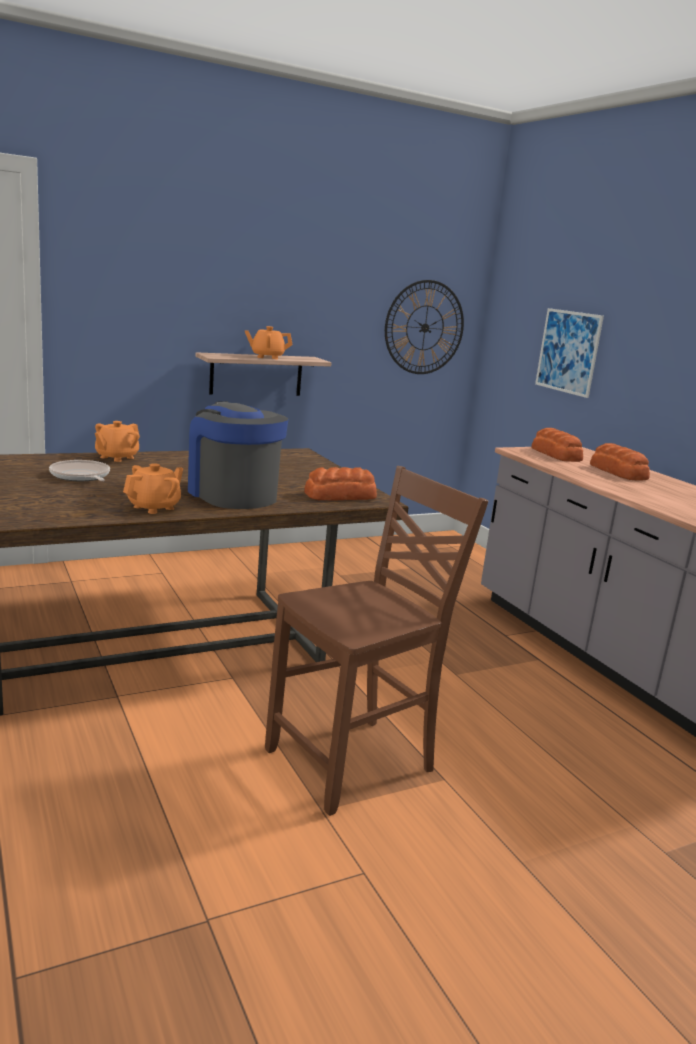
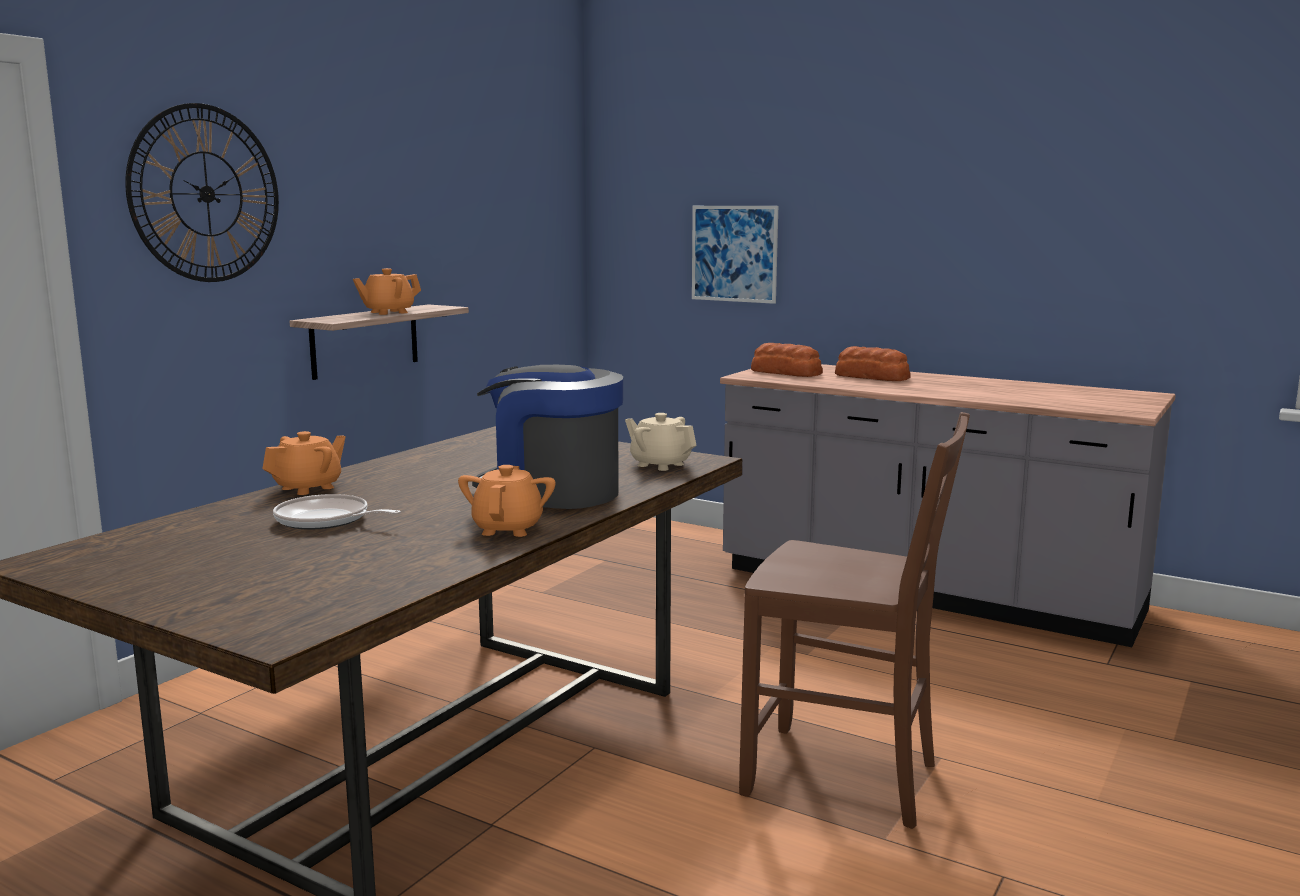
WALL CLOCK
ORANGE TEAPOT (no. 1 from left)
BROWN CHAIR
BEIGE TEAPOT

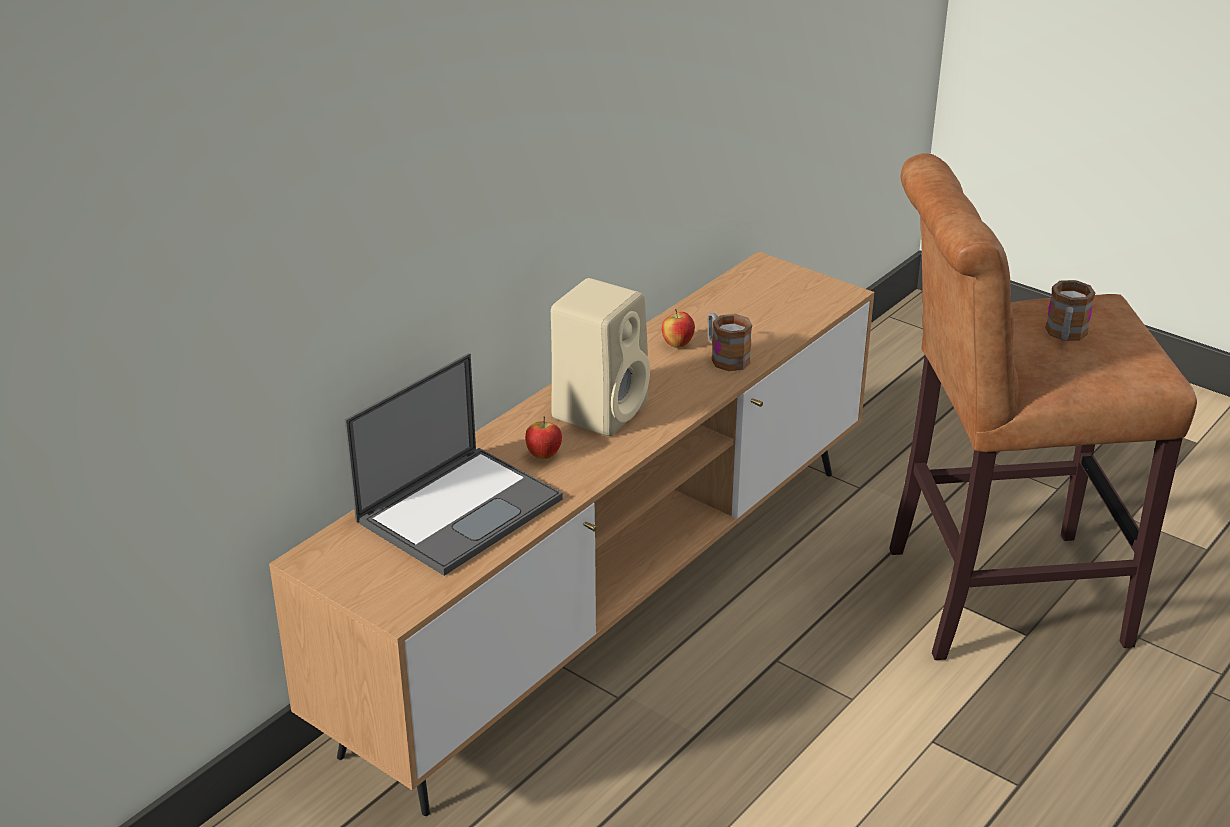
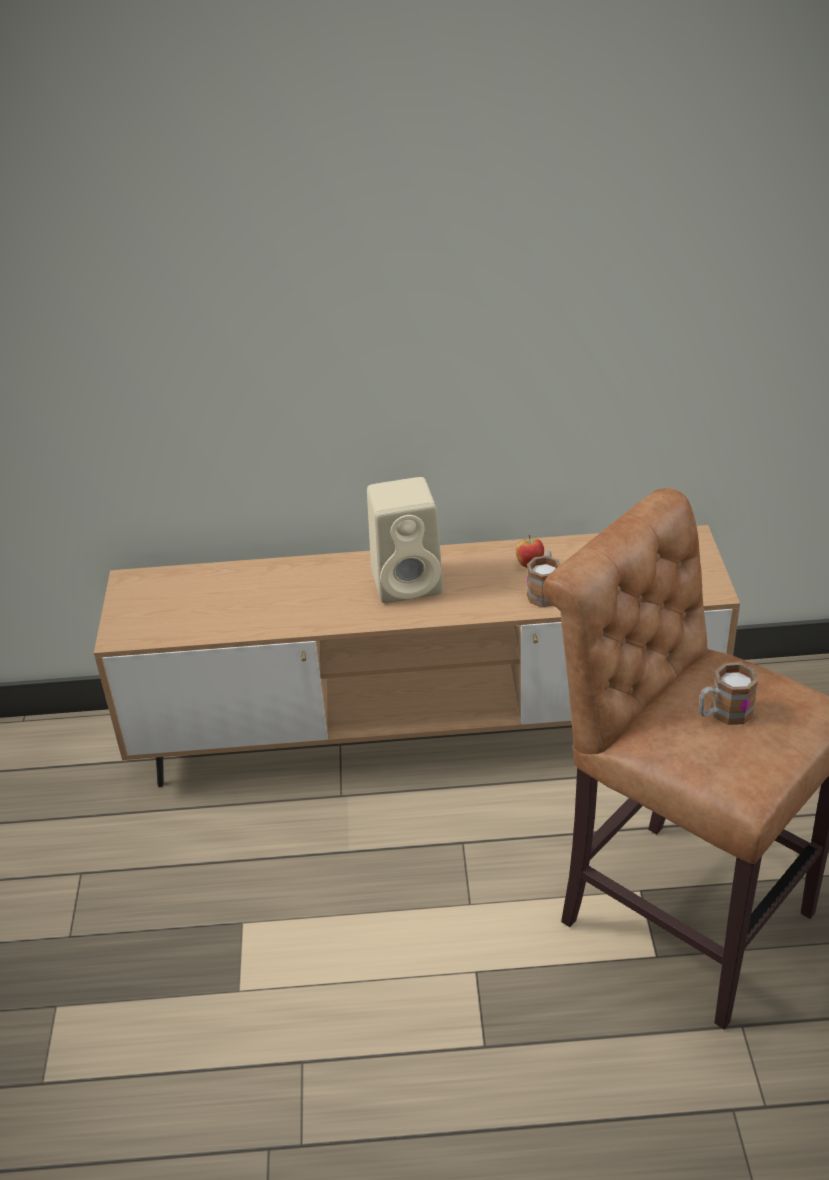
LAPTOP
APPLE (no. 1 from left in the first image)

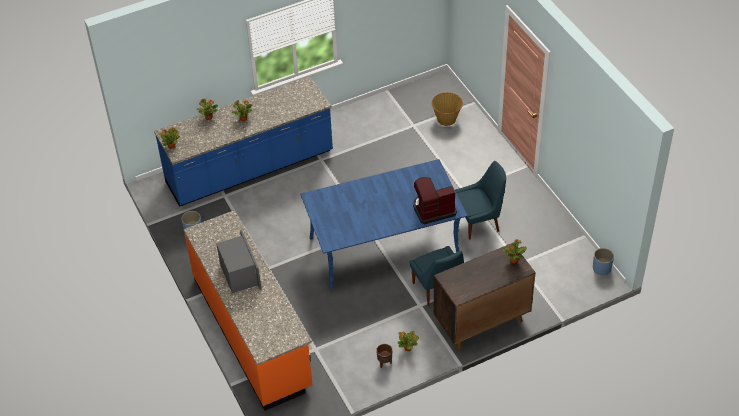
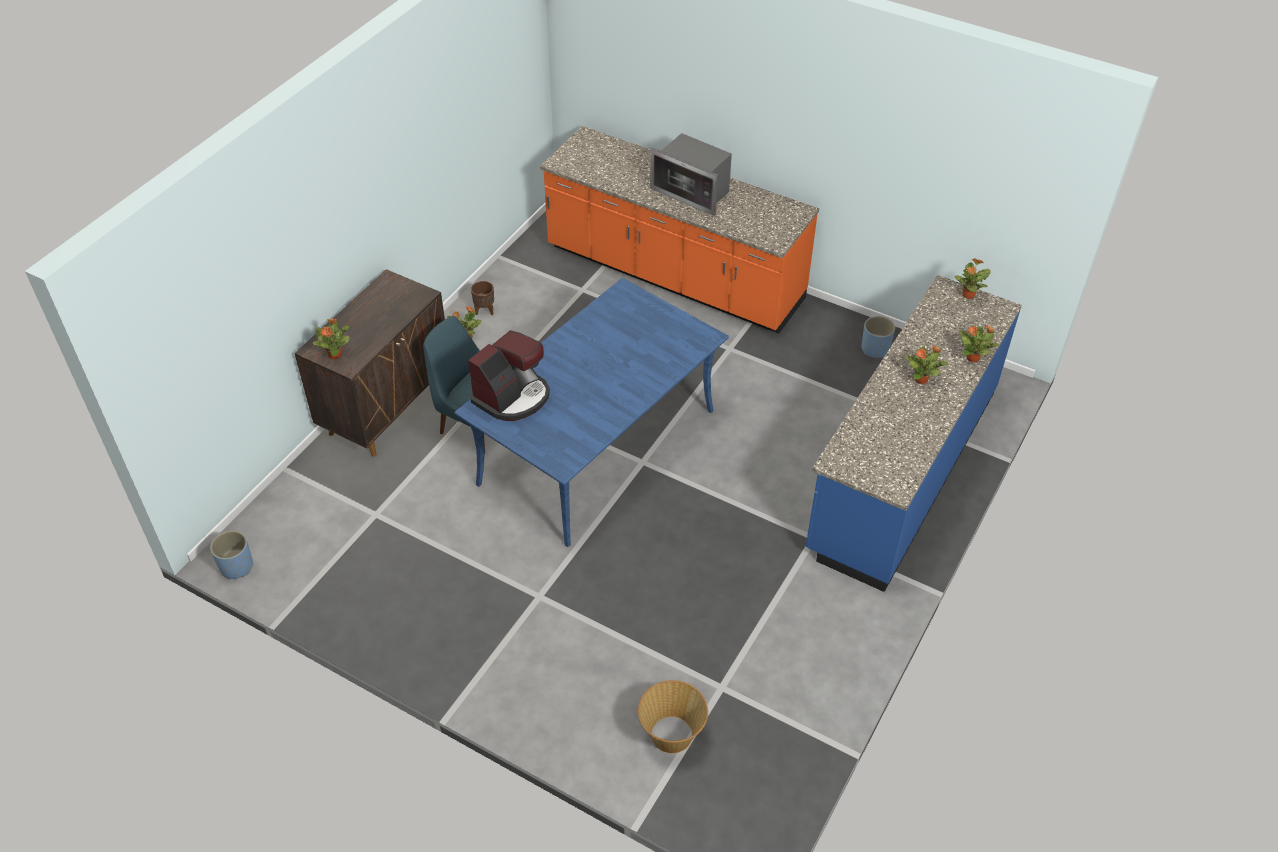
BLUE CHAIR (no. 2 from left in the first image)

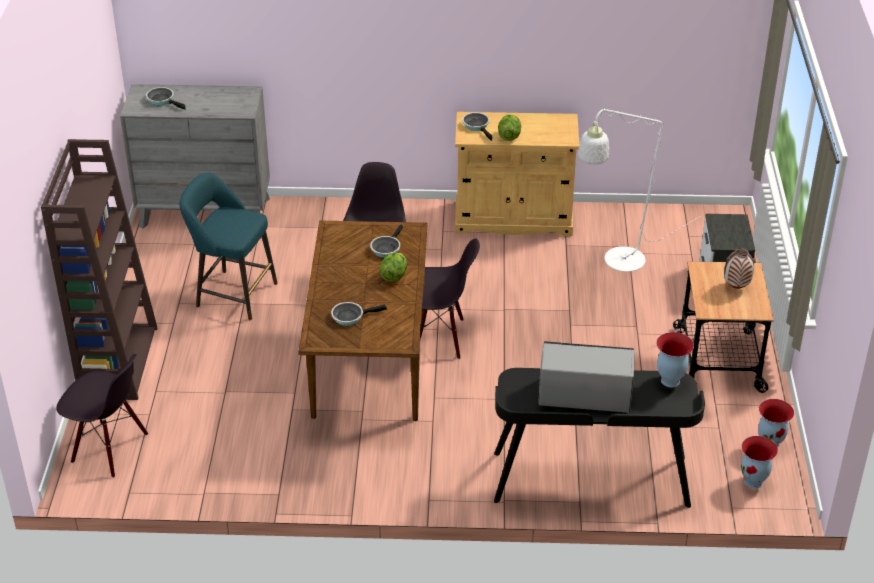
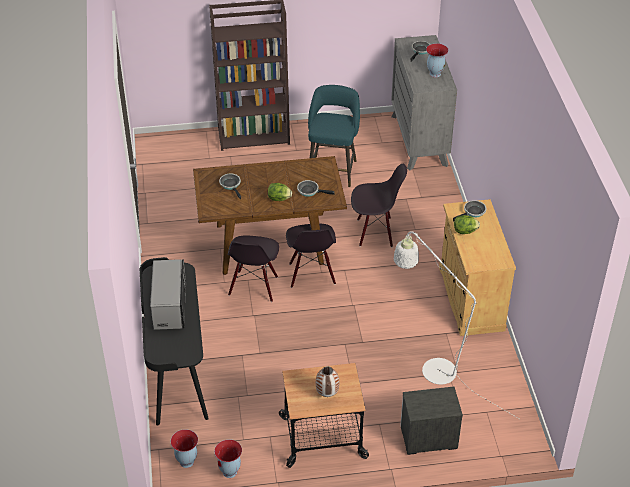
VASE (no. 4 from left)
BLACK CHAIR (no. 1 from left)

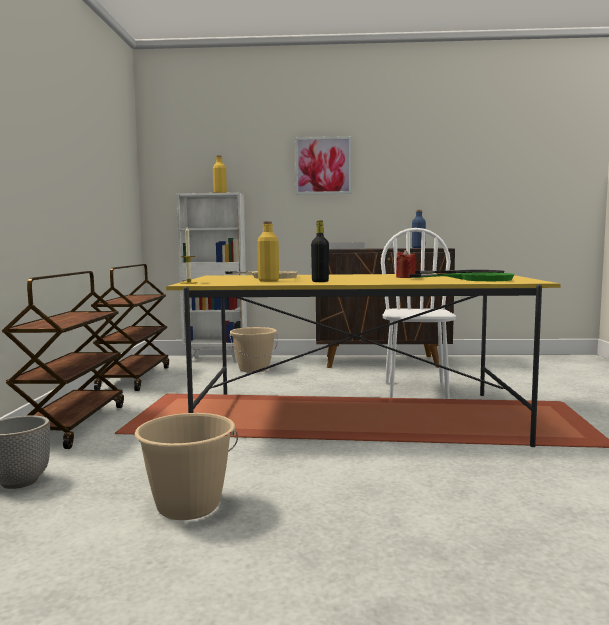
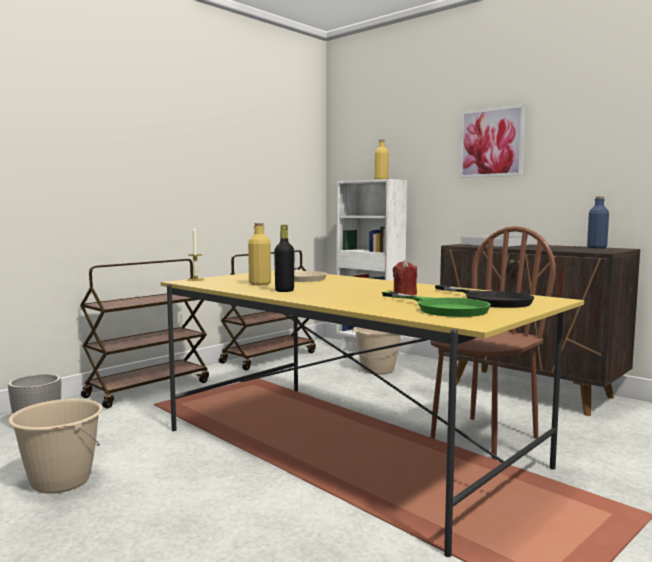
BROWN CHAIR

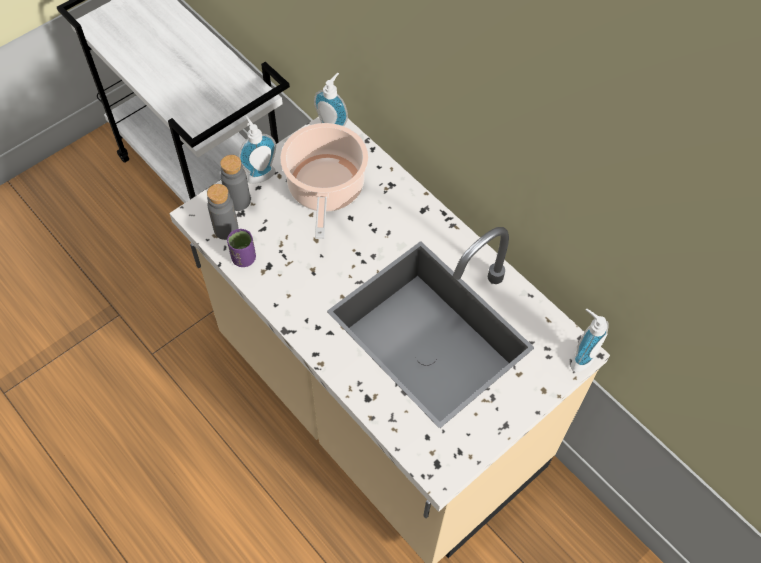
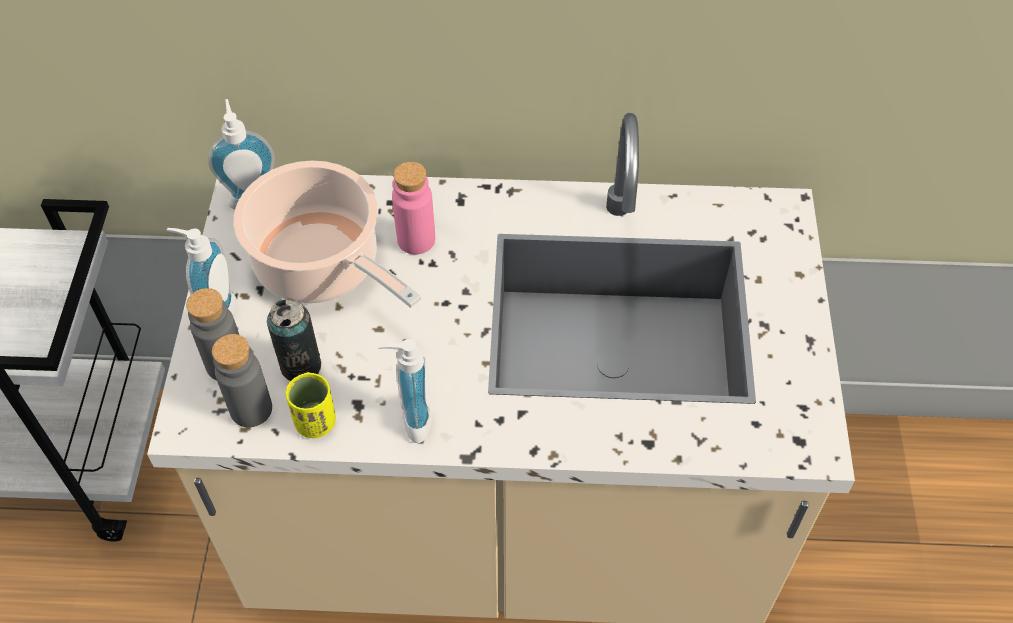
YELLOW CUP
SOAP DISPENSER (no. 3 from left)
PINK BOTTLE
CAN

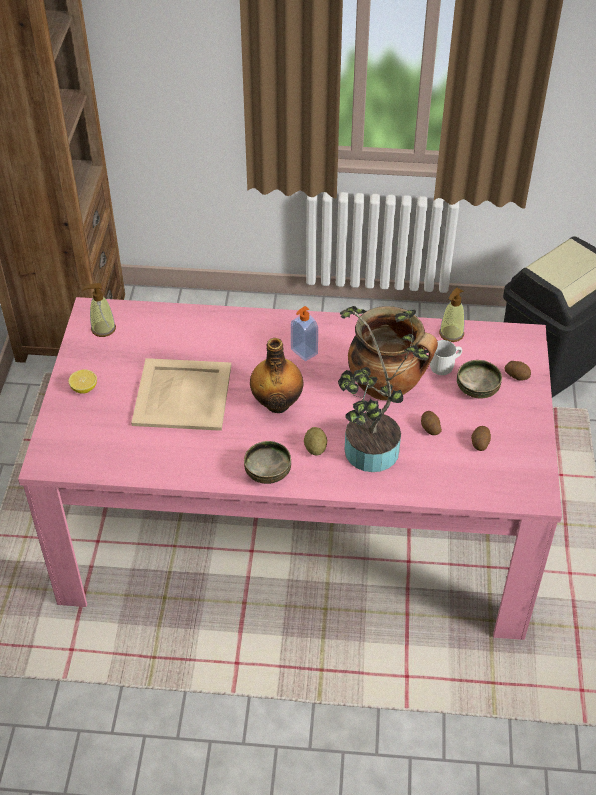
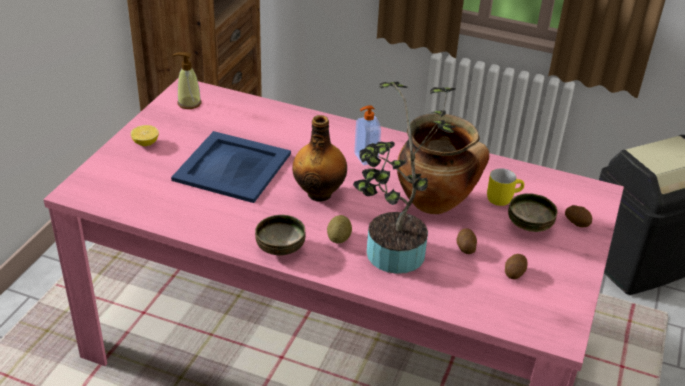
SOAP DISPENSER (no. 3 from left in the first image)
YELLOW MUG
BLUE TRAY

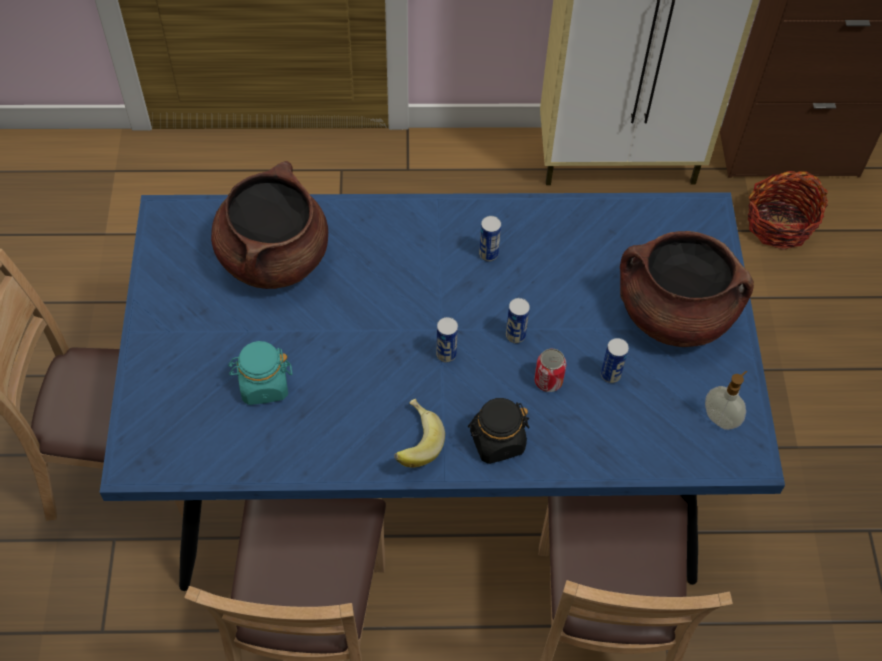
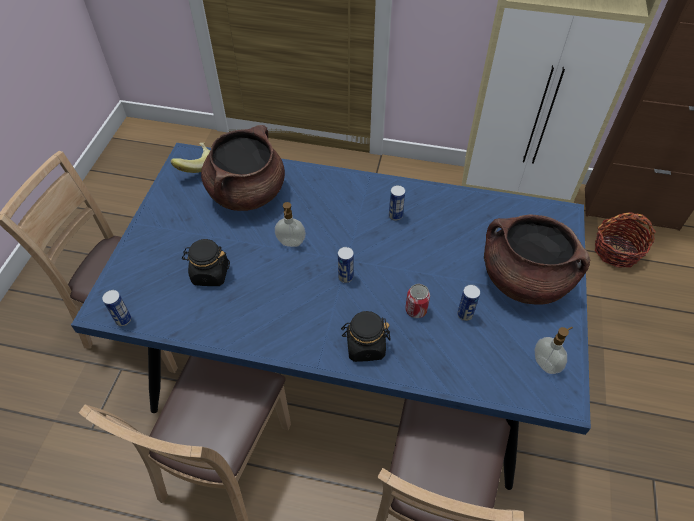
CAN (no. 1 from left)
BLACK JAR (no. 1 from left)
BANANA
SOAP DISPENSER (no. 1 from left)

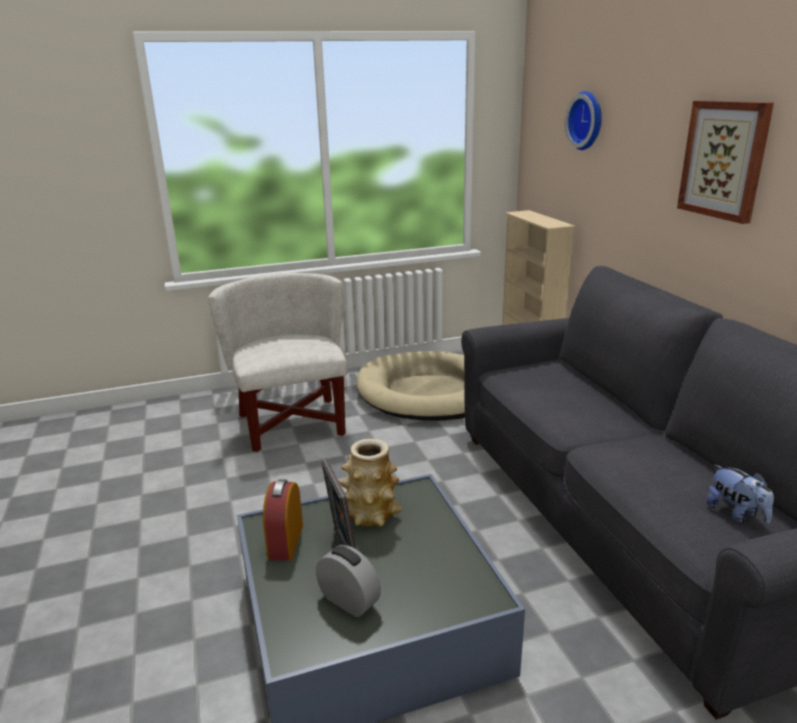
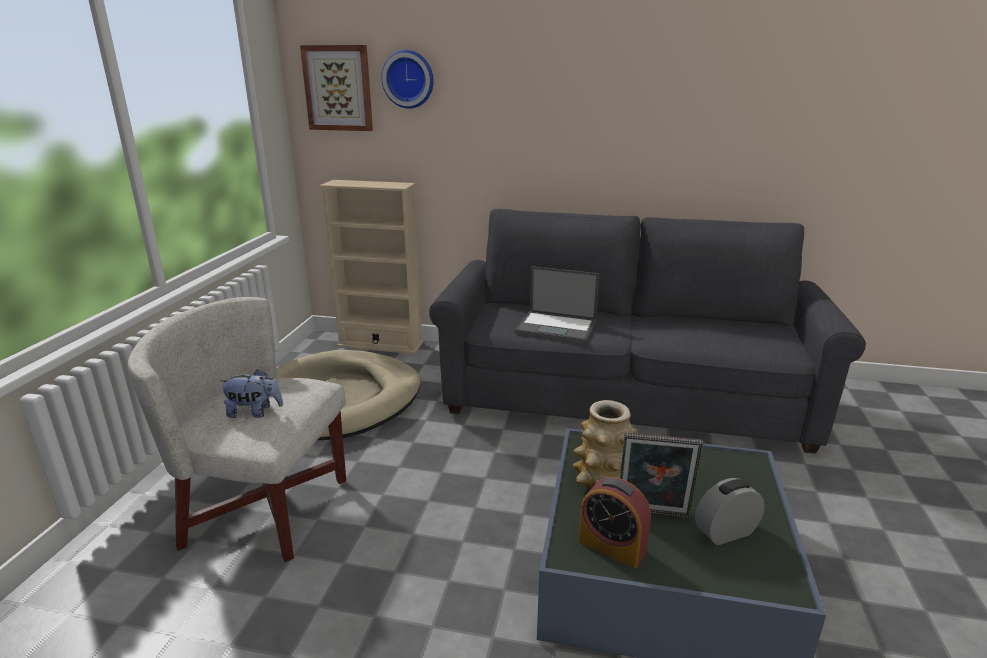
PICTURE
PLUSH TOY
LAPTOP

